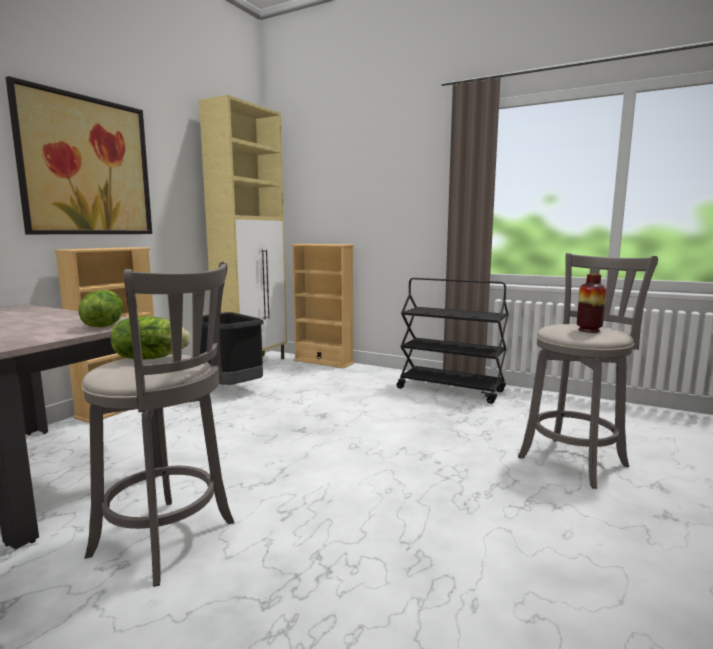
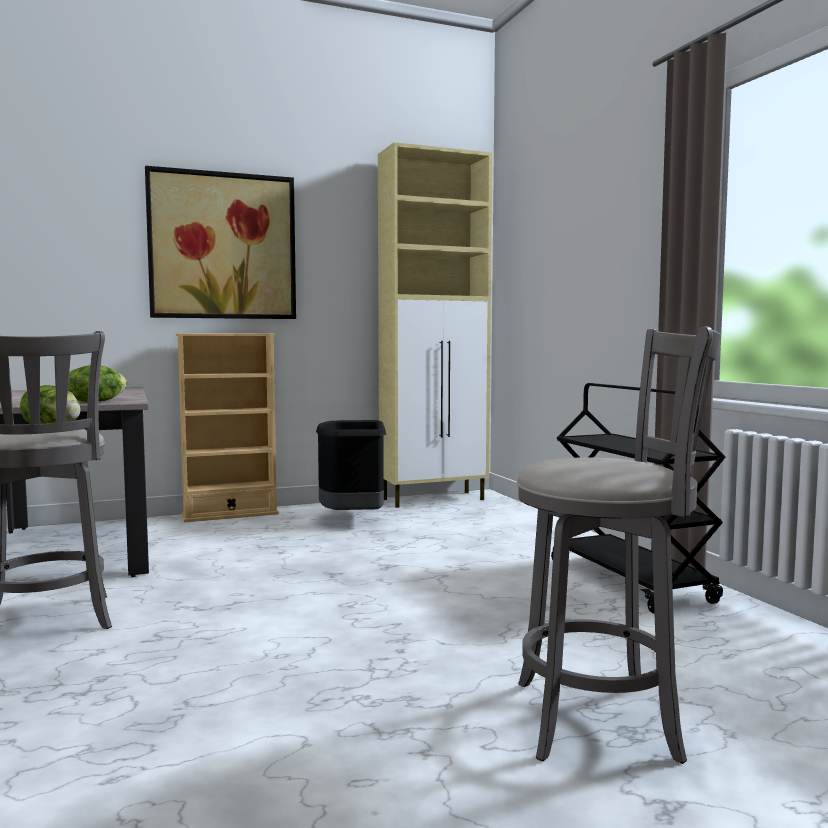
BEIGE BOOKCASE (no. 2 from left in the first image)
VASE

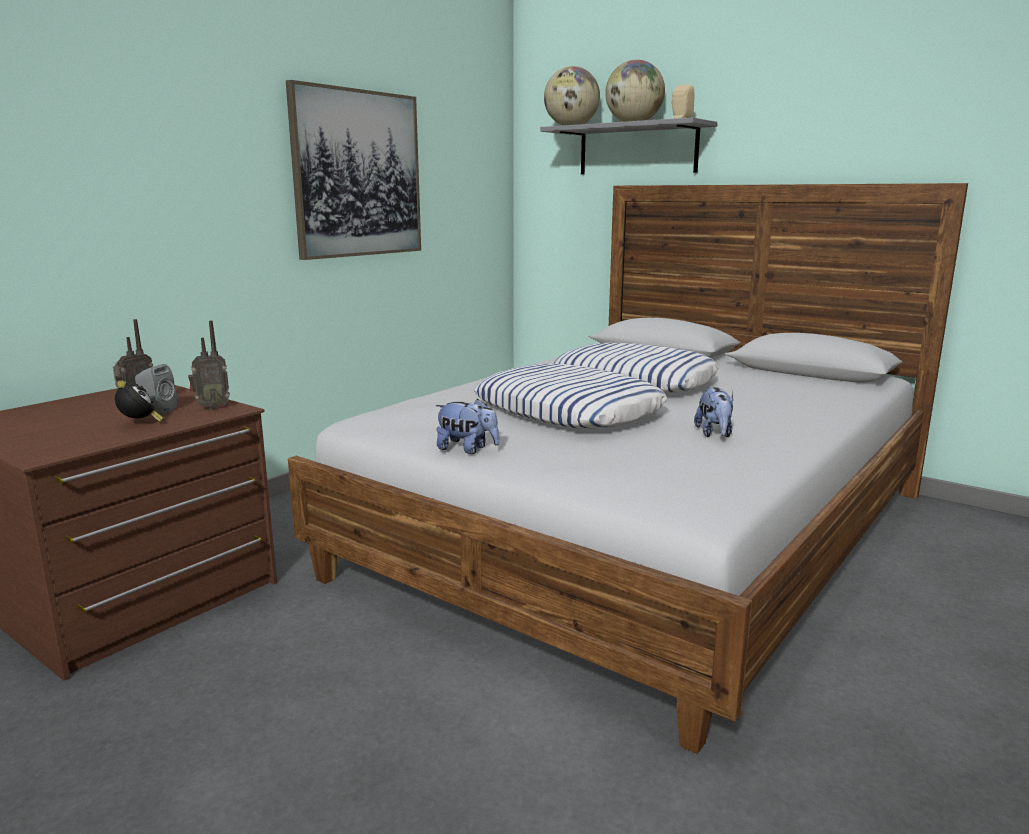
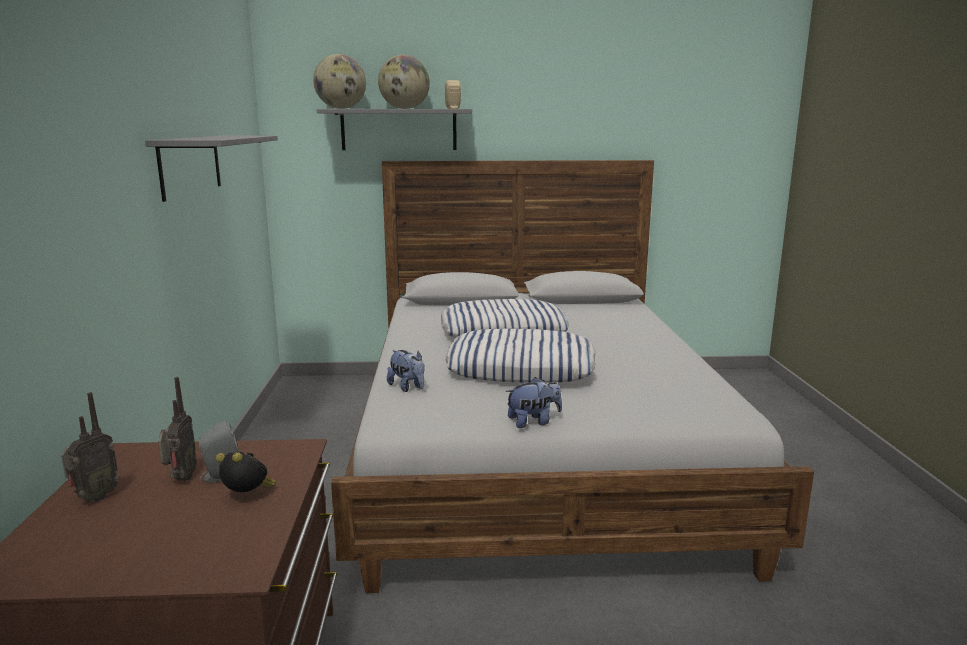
GREY SHELF (no. 1 from left)
RADIO (no. 1 from left)
PLUSH TOY (no. 1 from left)

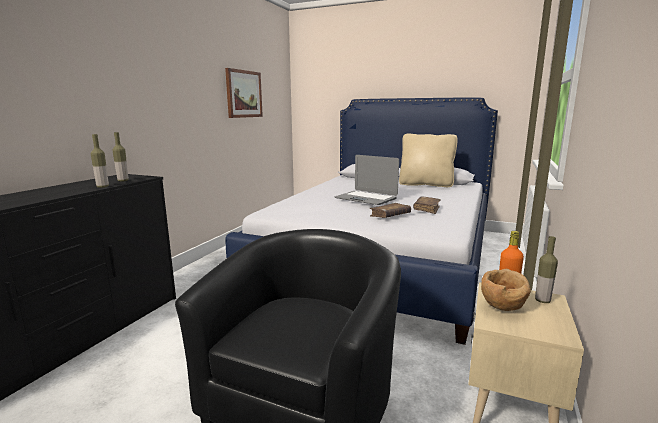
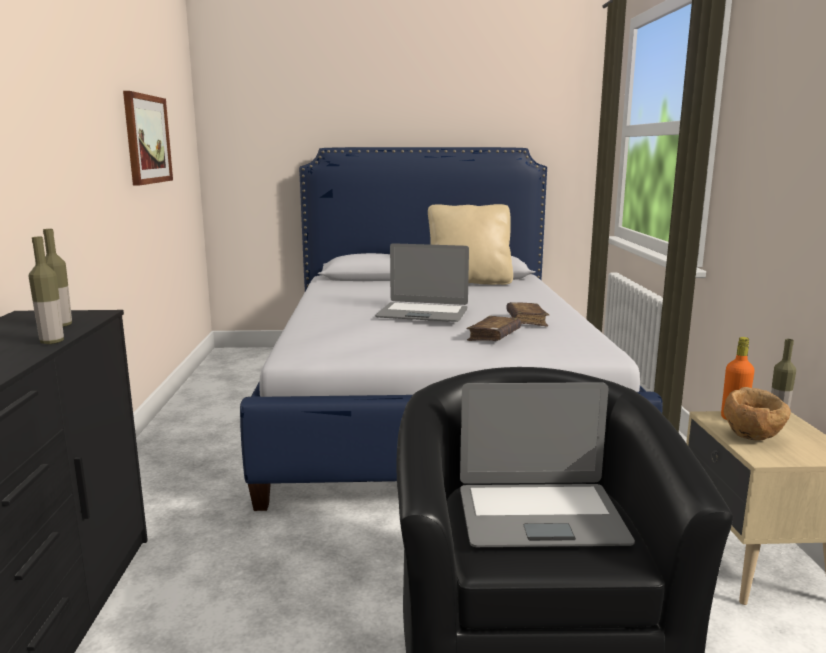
LAPTOP (no. 2 from left)

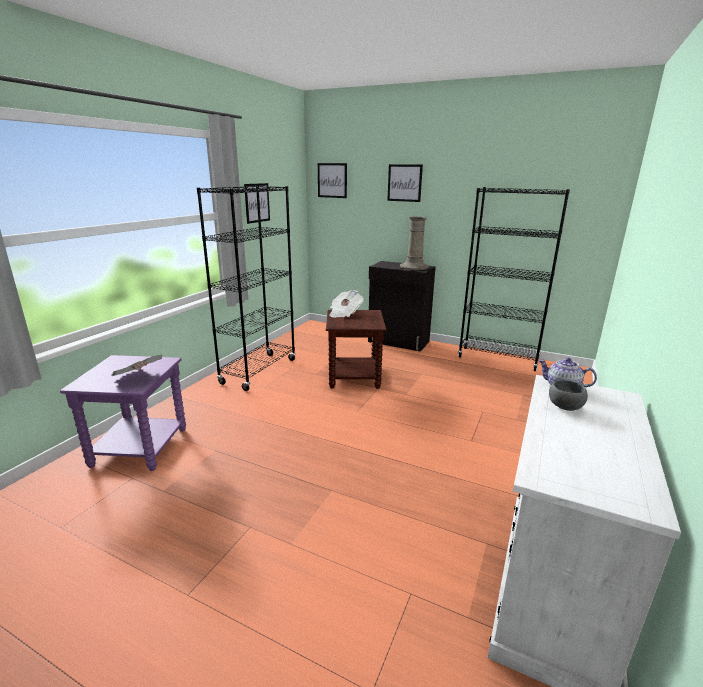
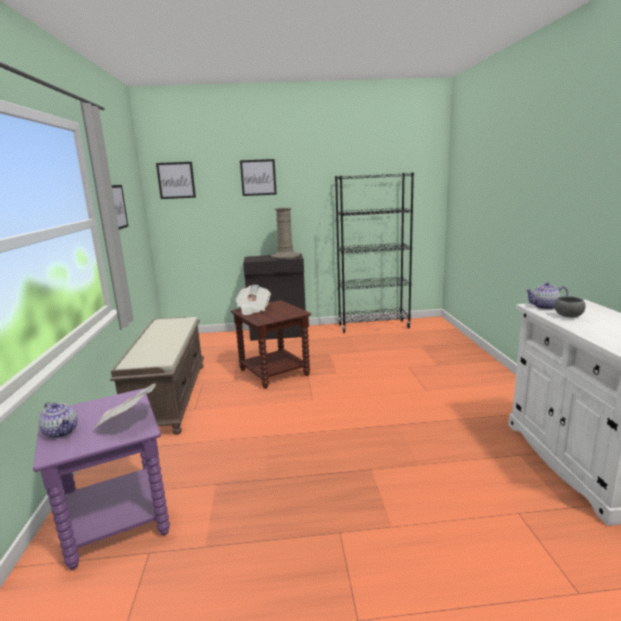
BROWN BENCH
TEAPOT (no. 1 from left)

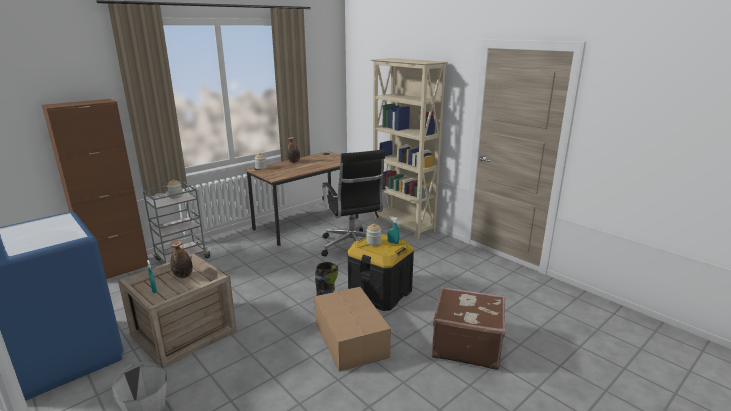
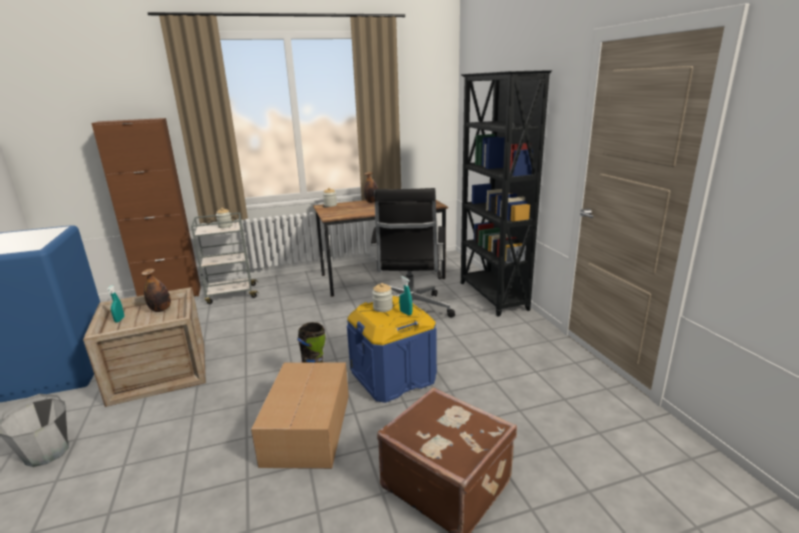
BLACK BOOKCASE
BLUE STORAGE BOX

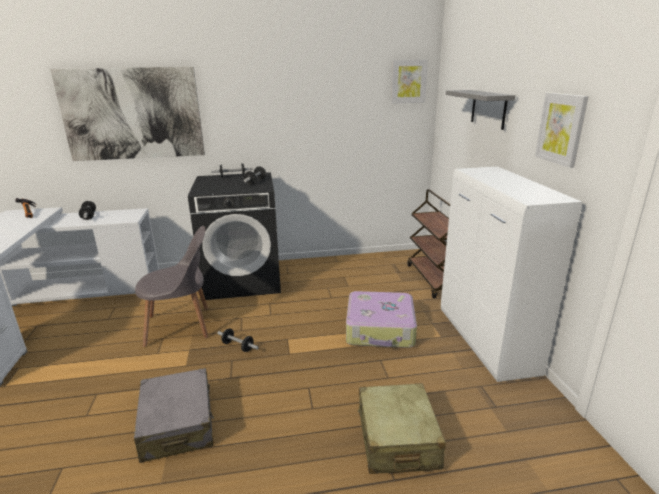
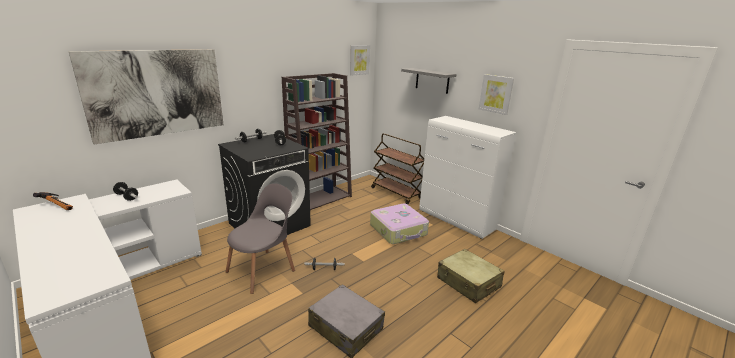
BROWN BOOKCASE

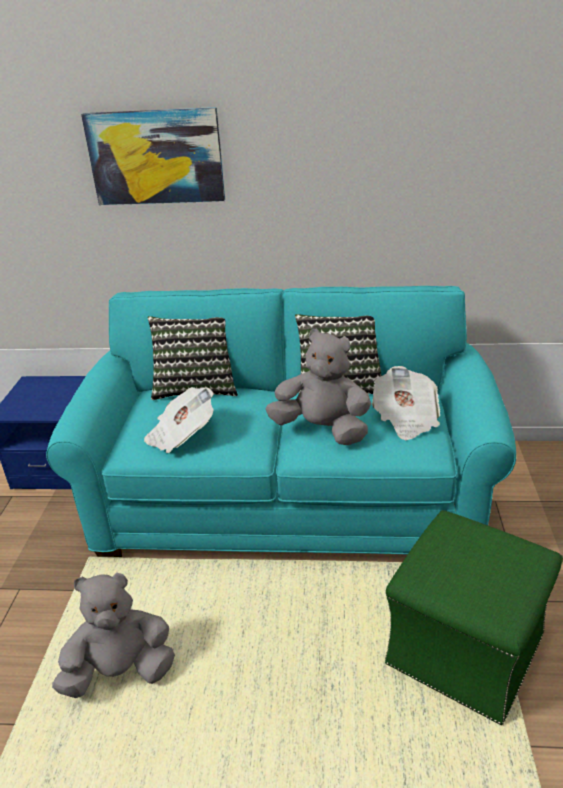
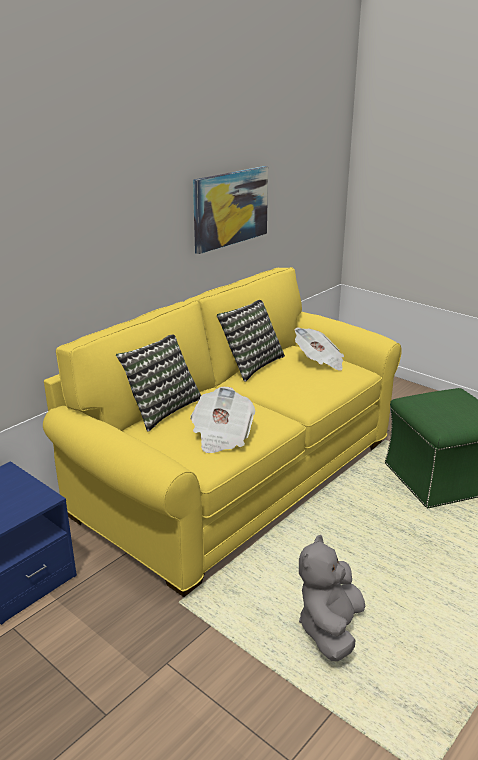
PICTURE
YELLOW SOFA
GREY PLUSH TOY (no. 2 from left in the first image)

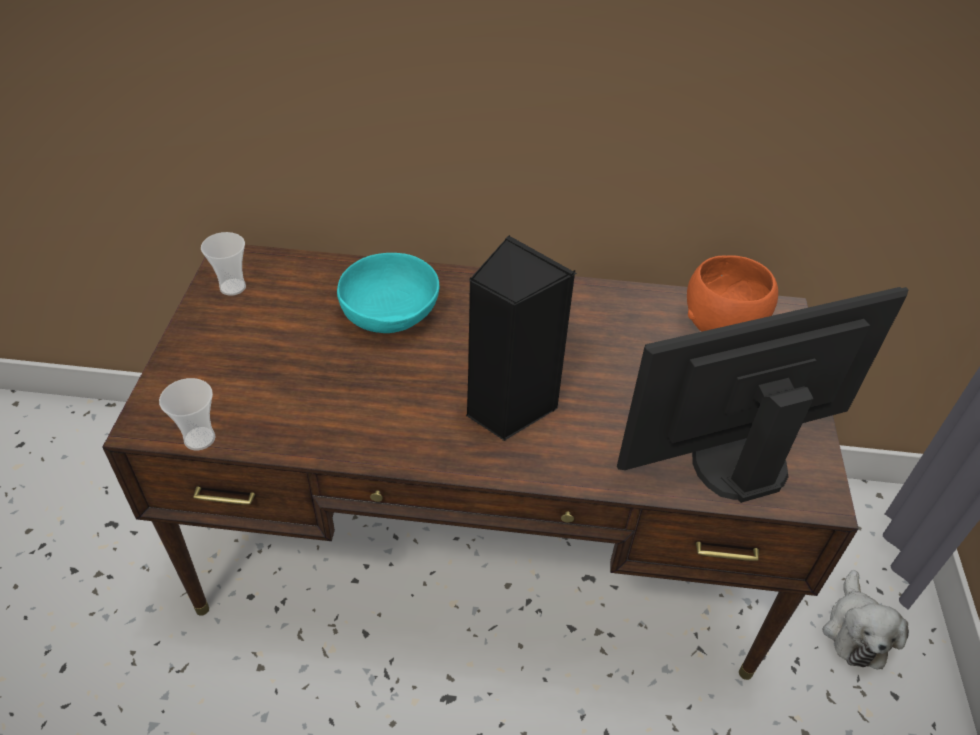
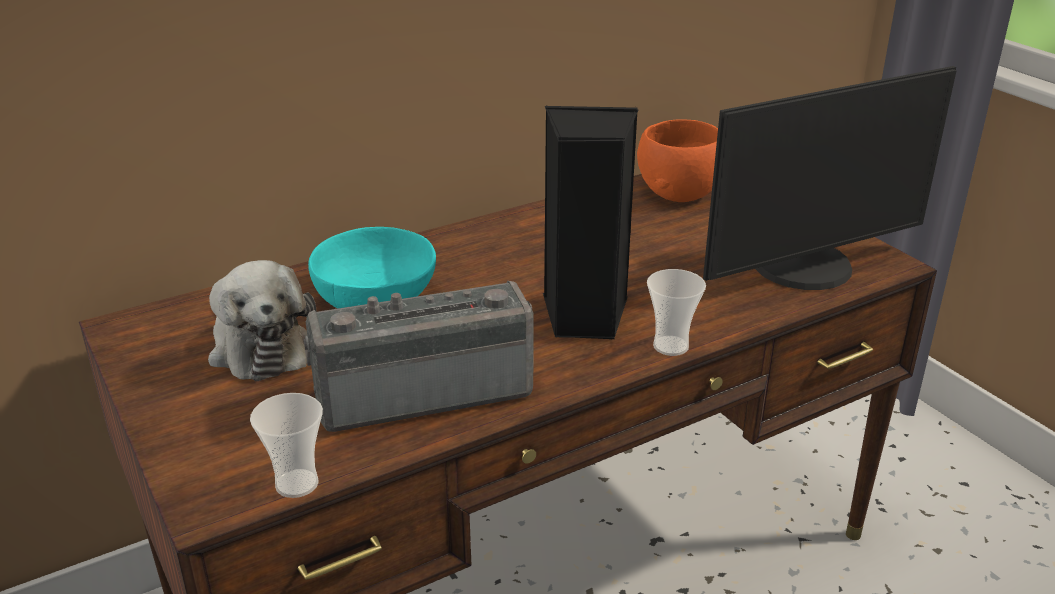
CUP (no. 2 from left)
MONITOR
PLUSH TOY
RADIO

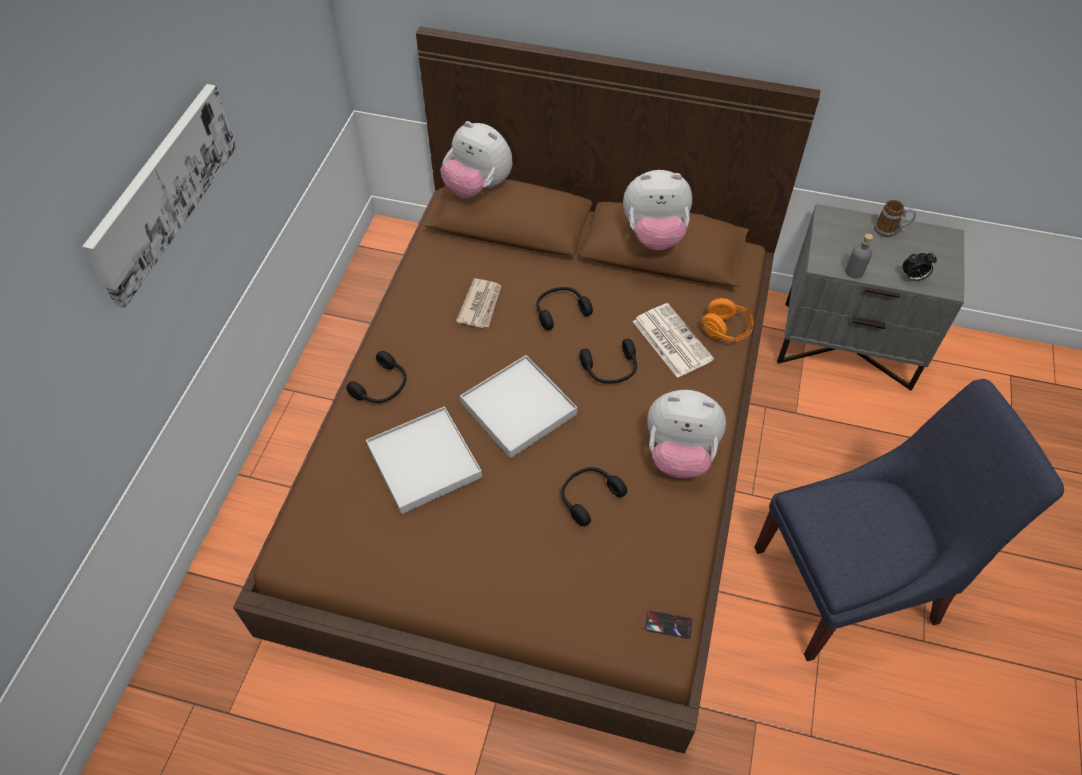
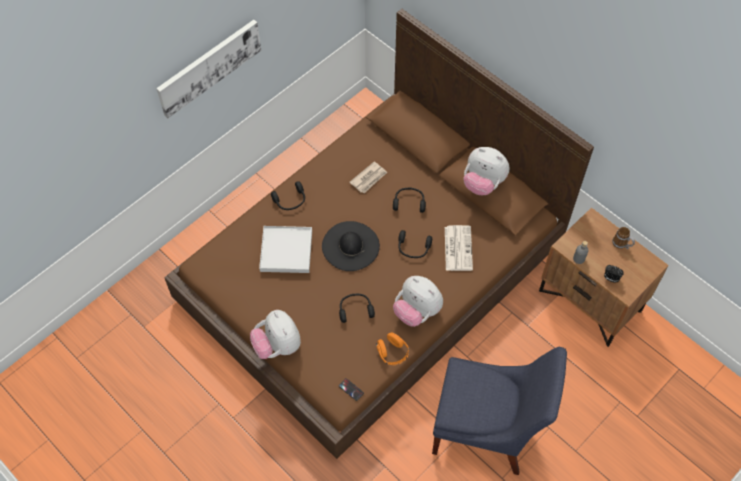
PLUSH TOY (no. 1 from left)
BROWN NIGHTSTAND
ORANGE HEADPHONES
BLACK HAT

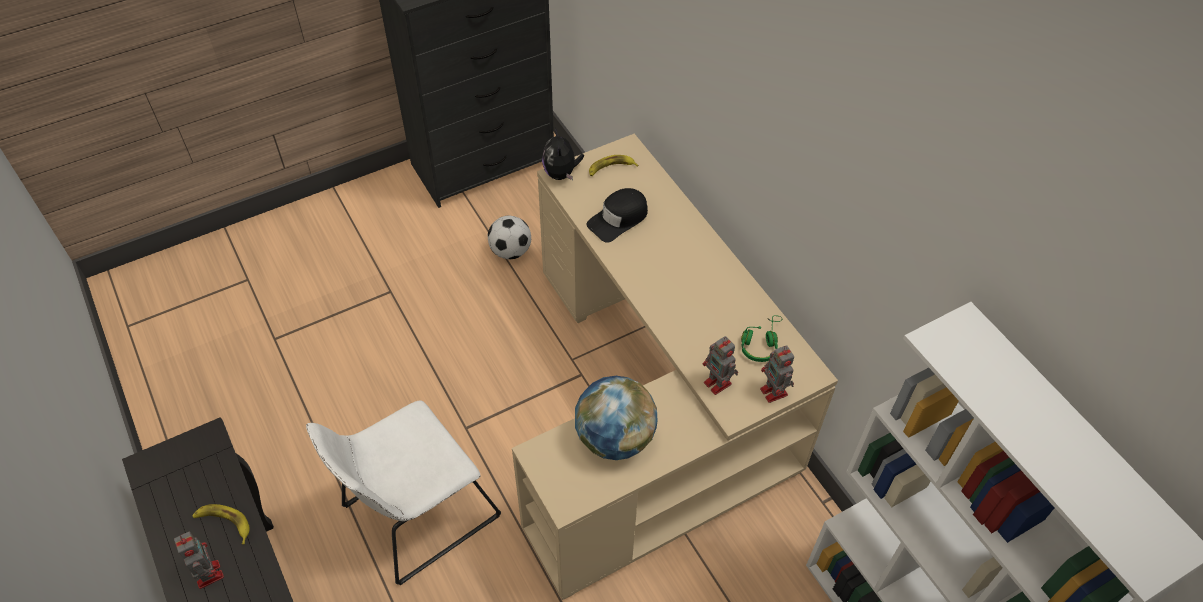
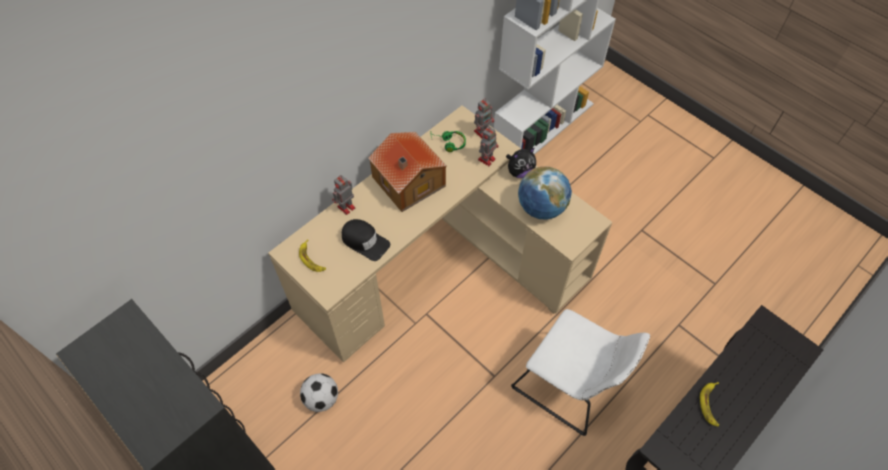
PLUSH TOY
TOY ROBOT (no. 1 from left)
TOY HOUSE

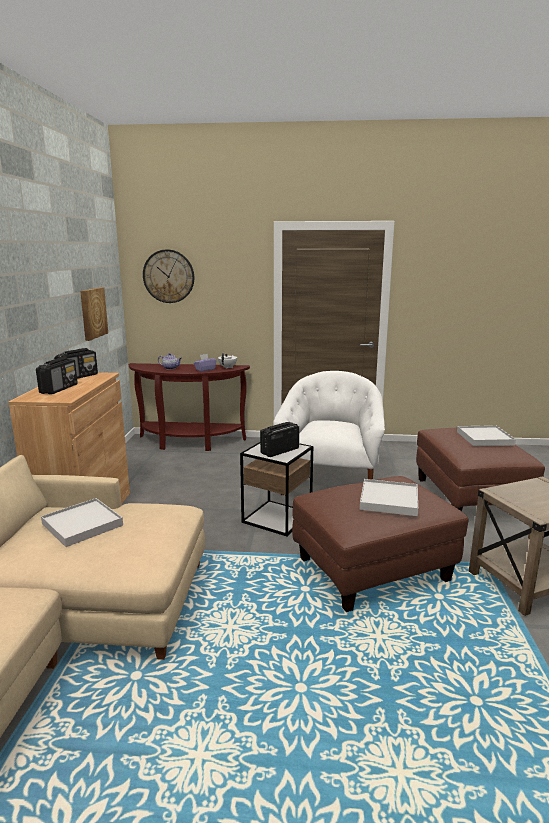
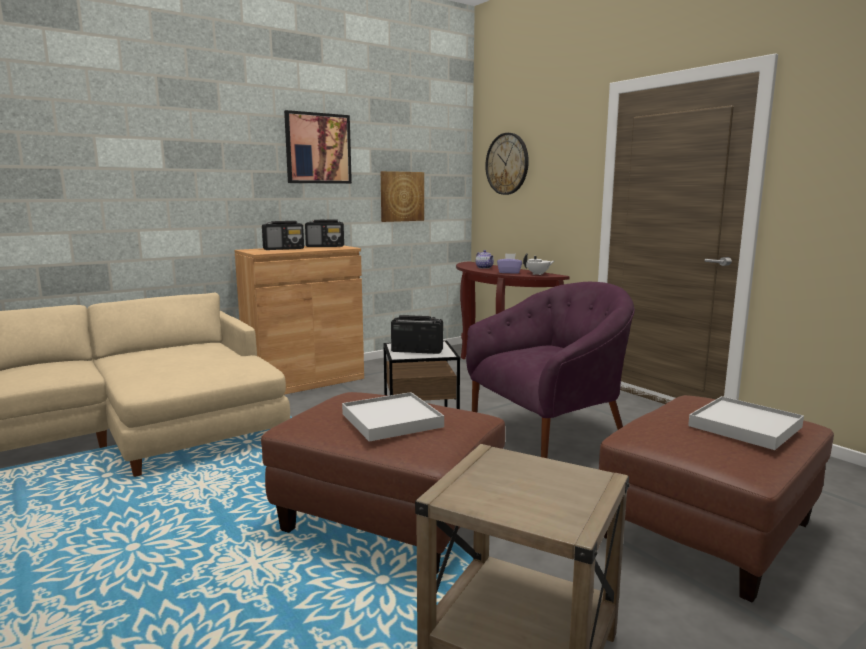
PURPLE ARMCHAIR
WHITE TRAY (no. 1 from left in the first image)
PICTURE (no. 1 from left)

